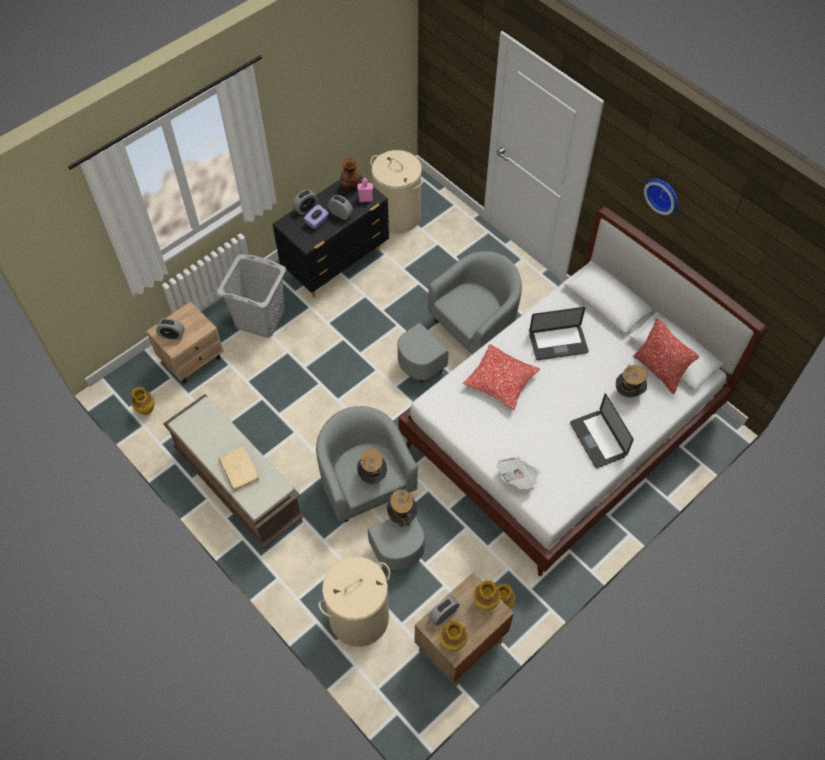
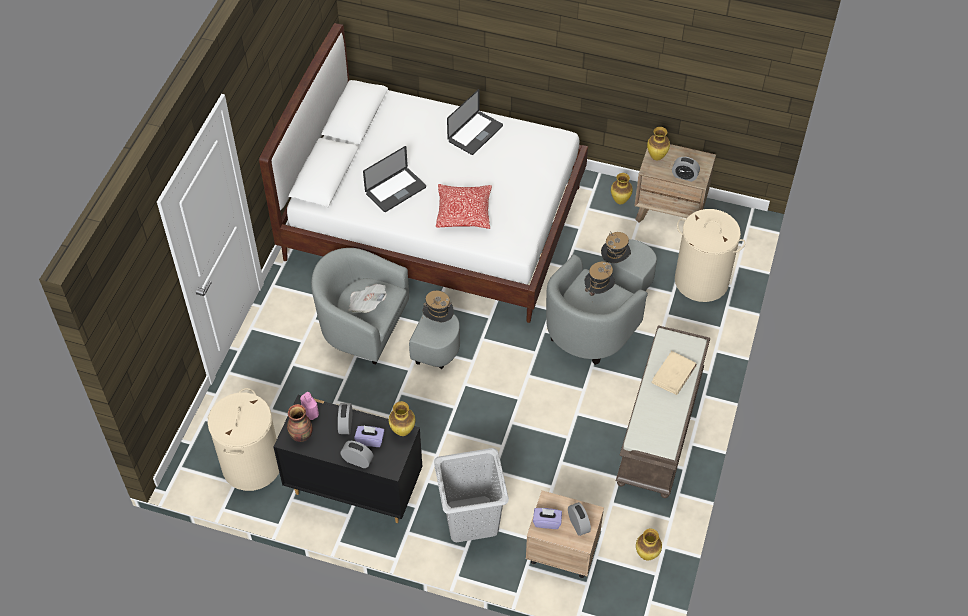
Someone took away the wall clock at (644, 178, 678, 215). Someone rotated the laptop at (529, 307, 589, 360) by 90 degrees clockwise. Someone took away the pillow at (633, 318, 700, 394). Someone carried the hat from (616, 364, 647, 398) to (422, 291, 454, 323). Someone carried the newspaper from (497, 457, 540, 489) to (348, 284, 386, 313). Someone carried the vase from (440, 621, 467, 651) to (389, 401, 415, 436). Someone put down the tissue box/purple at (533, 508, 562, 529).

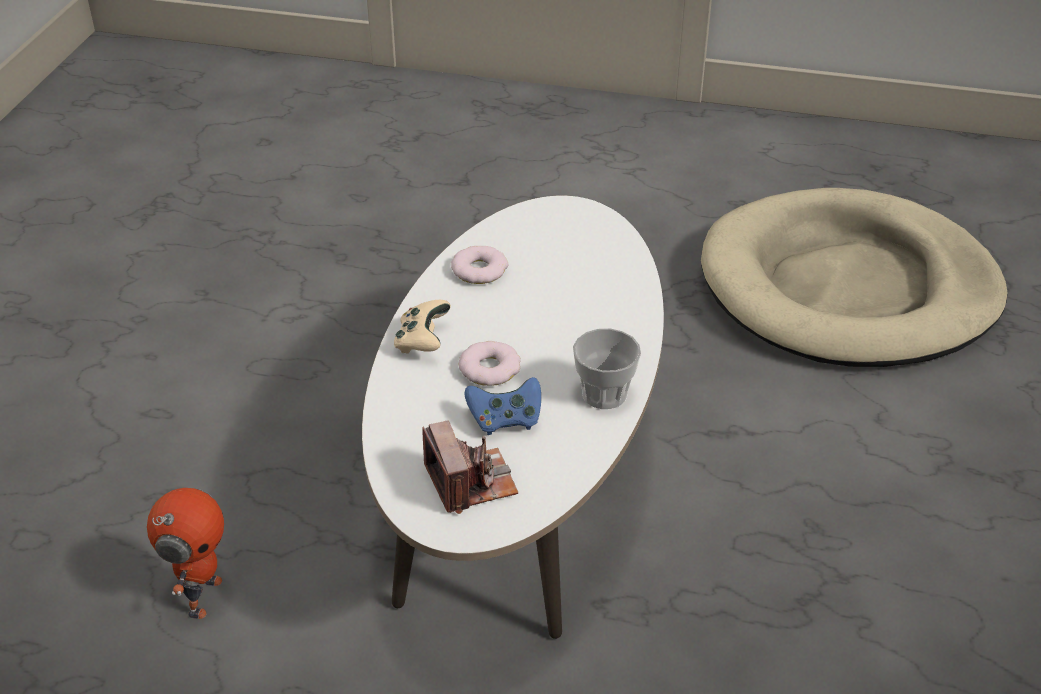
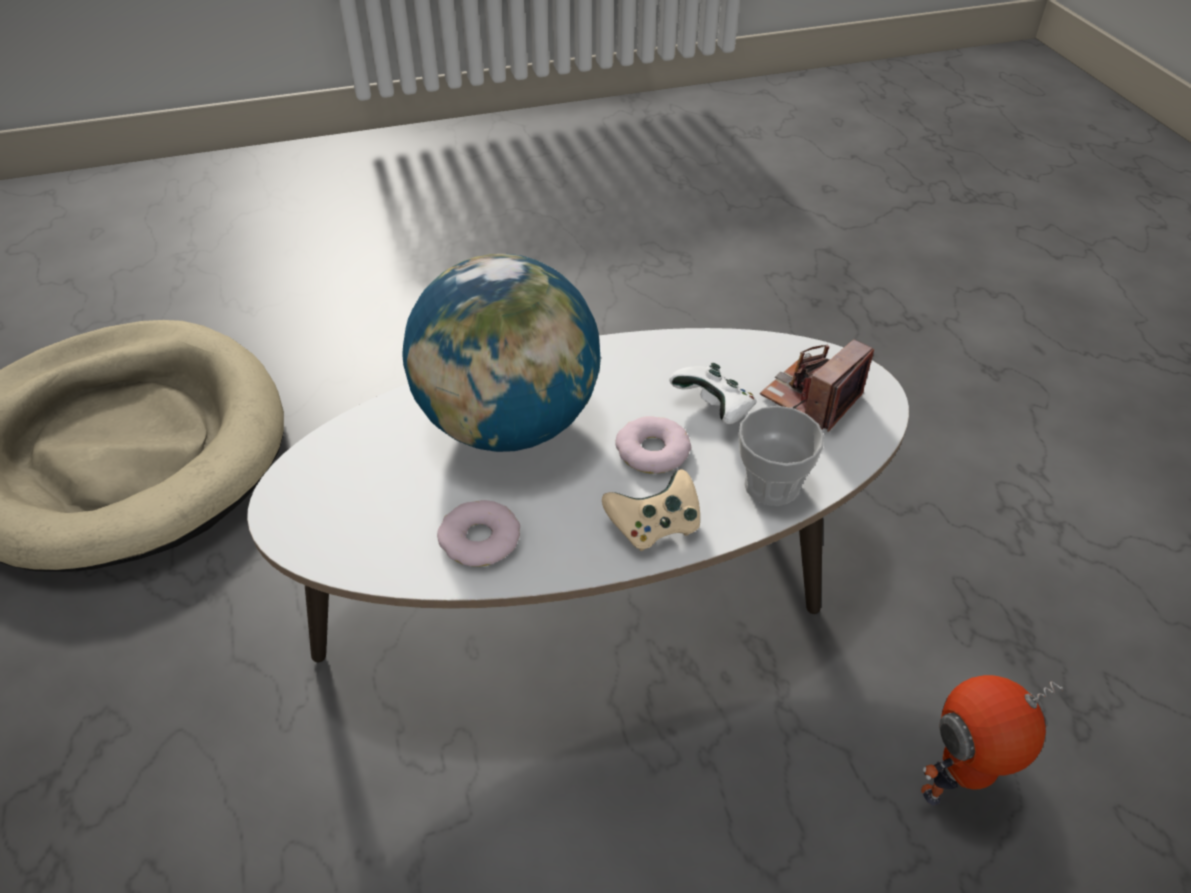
Someone carried the cup from (573, 328, 641, 409) to (739, 406, 824, 506). Someone repainted the game controller/blue at (465, 377, 541, 435), which became the game controller/white at (669, 363, 757, 424). Someone put down the globe at (402, 254, 601, 452).

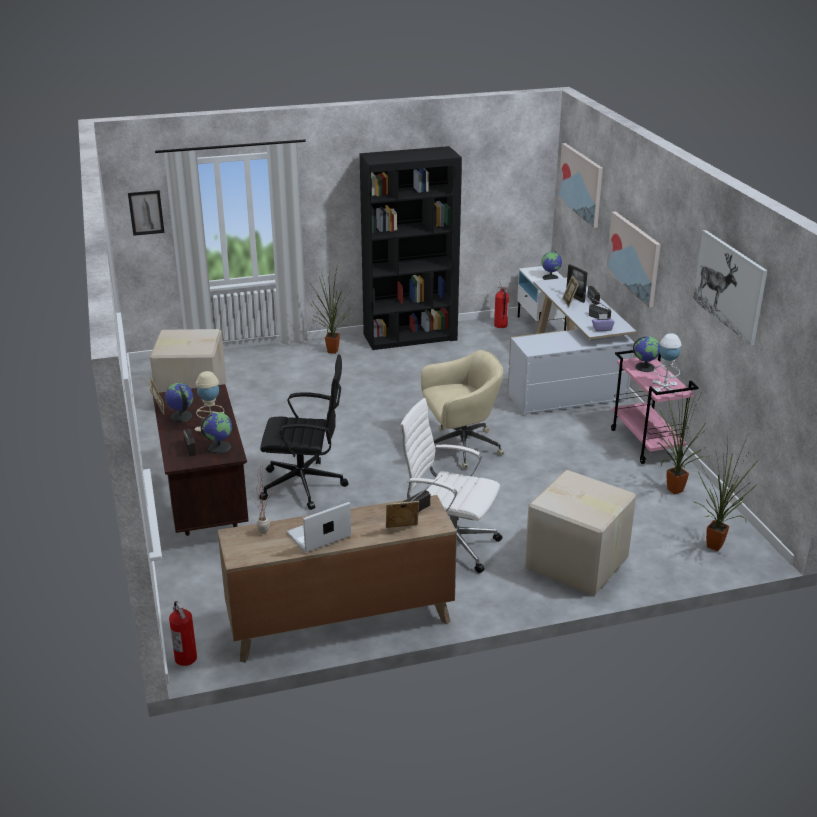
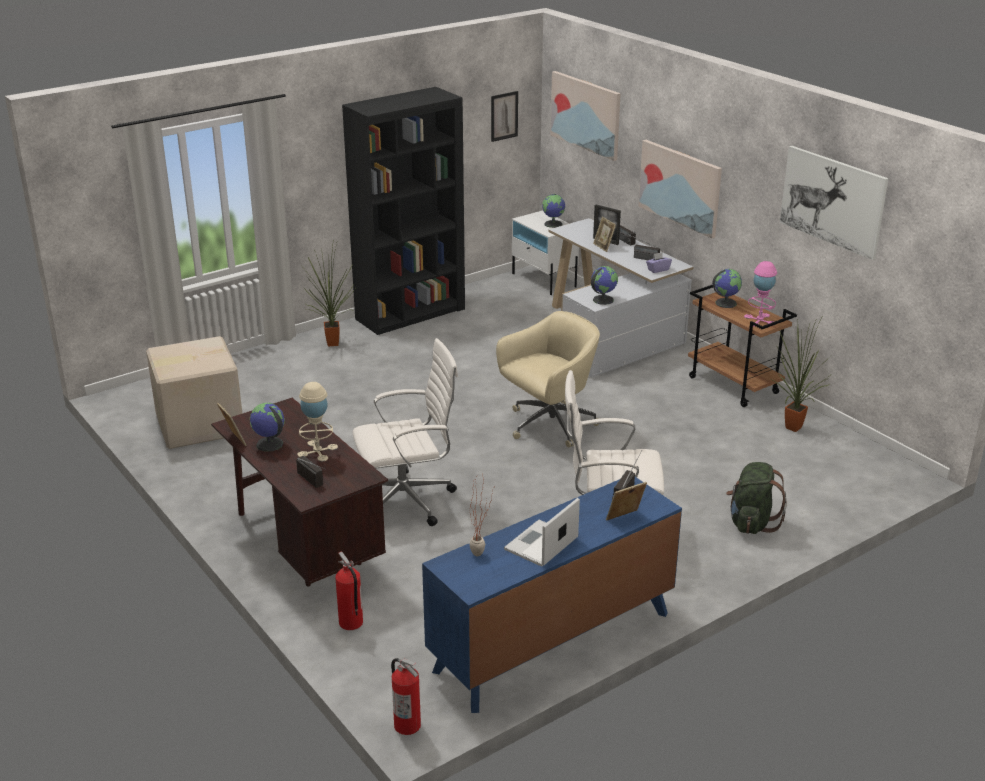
Someone carried the picture from (128, 190, 165, 236) to (491, 91, 518, 142). Someone carried the fire extinguisher from (494, 282, 509, 328) to (335, 551, 363, 630). Someone repainted the table lamp/white at (653, 333, 682, 394), which became the table lamp/pink at (744, 261, 777, 327). Someone repainted the cart/pink at (611, 350, 699, 464), which became the cart/brown at (688, 285, 797, 407). Someone repainted the office chair/black at (259, 354, 349, 510), which became the office chair/white at (352, 338, 458, 526). Someone carried the globe from (201, 412, 232, 454) to (591, 266, 618, 305). Someone took away the potted plant at (693, 434, 759, 551). Someone swapped the cardboard box at (525, 470, 636, 596) for the backpack/green at (726, 462, 786, 534). Someone repainted the dresser/brown at (218, 495, 457, 663), which became the dresser/blue at (422, 477, 682, 713).

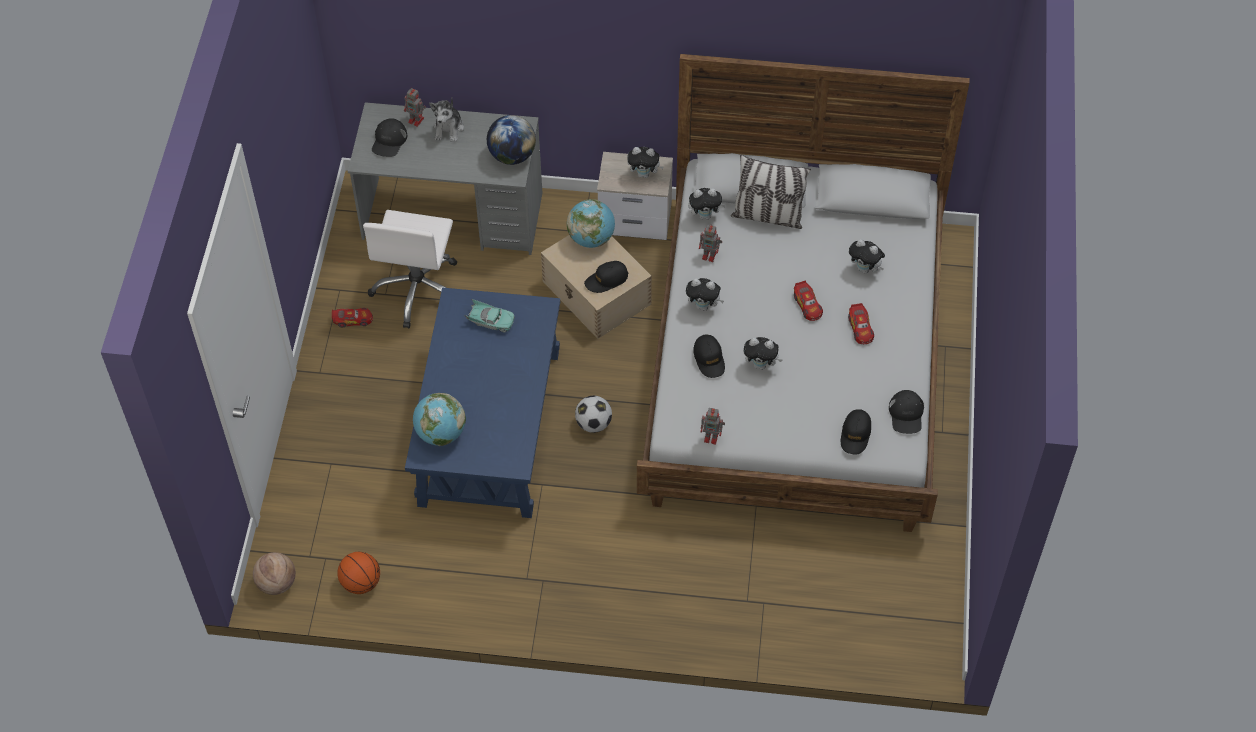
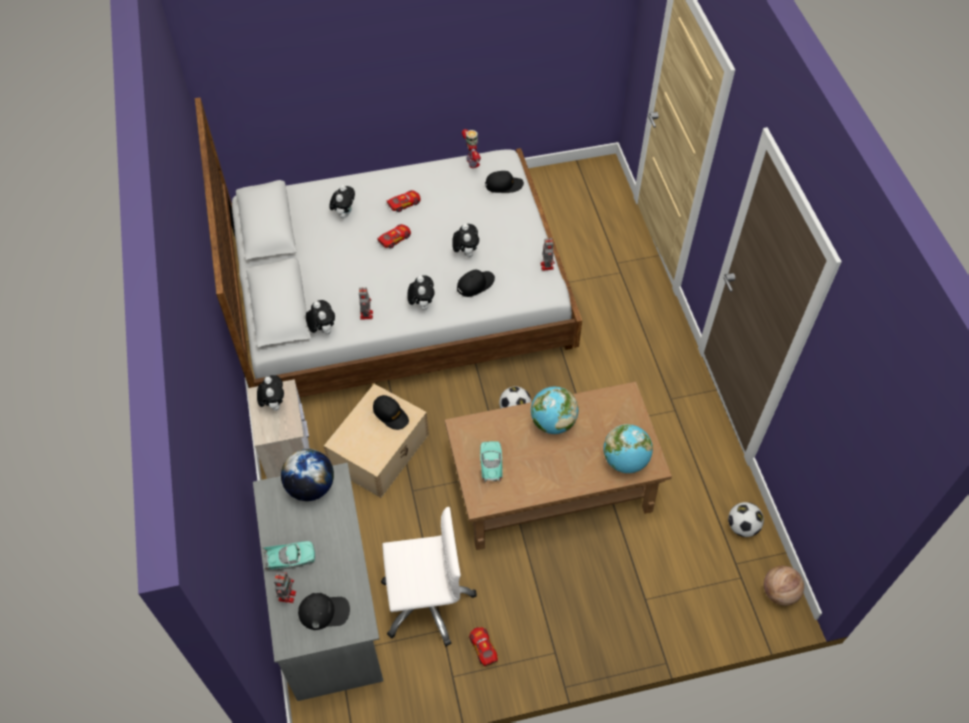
Someone swapped the plush toy at (429, 97, 464, 142) for the toy car/turquoise at (263, 541, 315, 570). Someone took away the pillow at (731, 155, 811, 229). Someone carried the globe from (567, 199, 615, 248) to (531, 386, 578, 434). Someone repainted the coffee table/blue at (405, 287, 560, 518), which became the coffee table/brown at (445, 382, 672, 550). Someone swapped the cap/black at (889, 390, 924, 434) for the toy robot at (462, 129, 481, 168). Someone swapped the basketball at (337, 552, 380, 594) for the football at (728, 502, 764, 537).

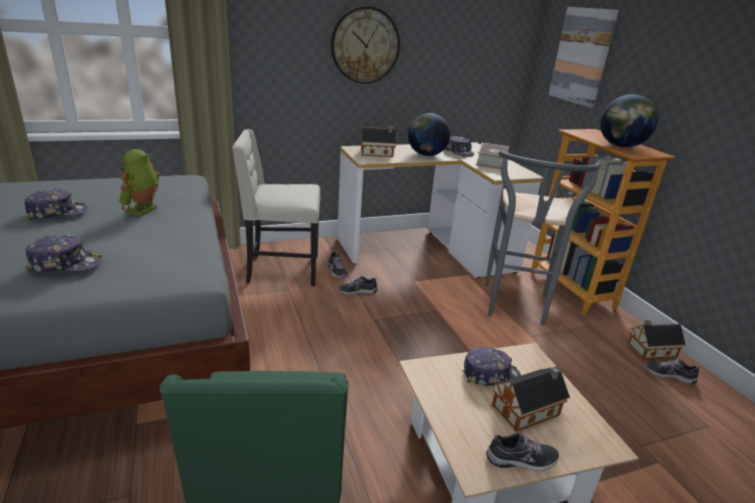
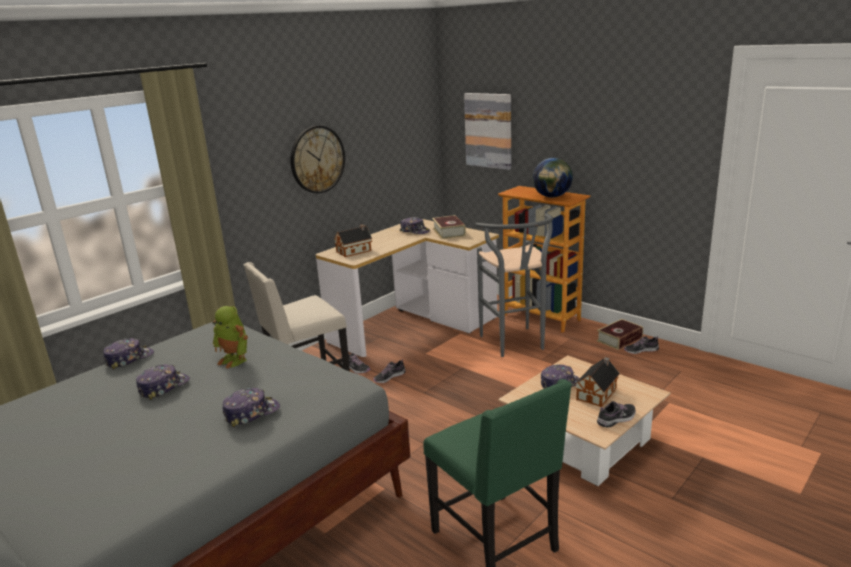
Someone took away the globe at (408, 113, 450, 156). Someone rotated the toy robot at (119, 149, 159, 216) by 45 degrees counterclockwise. Someone swapped the toy house at (628, 320, 686, 359) for the book at (597, 319, 643, 350). Someone put down the cap at (103, 338, 154, 370).

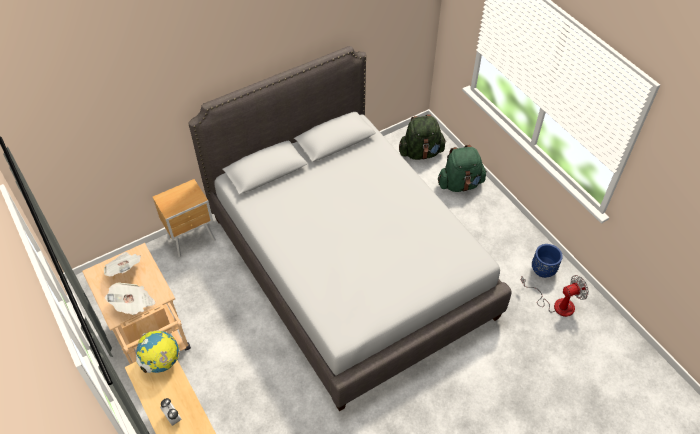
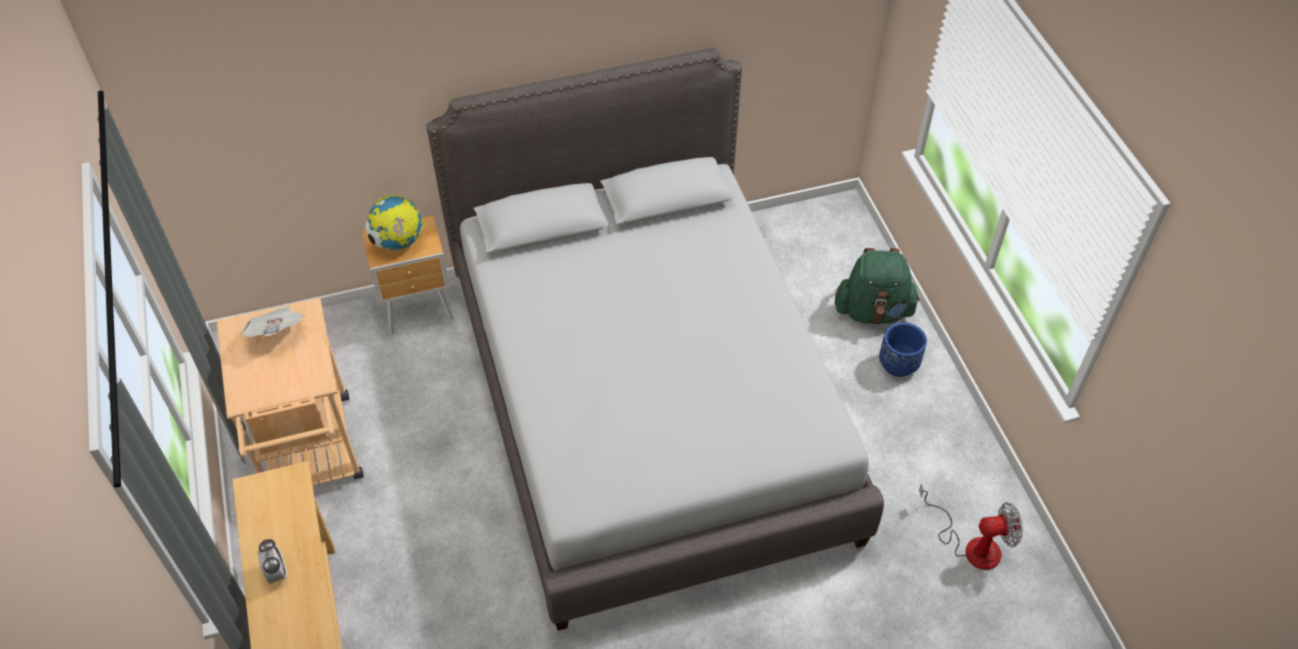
Someone took away the backpack/green at (399, 114, 446, 160). Someone carried the planter/blue from (532, 244, 563, 278) to (879, 322, 927, 377). Someone took away the newspaper at (105, 282, 156, 315). Someone carried the globe from (136, 331, 179, 373) to (365, 195, 423, 250).

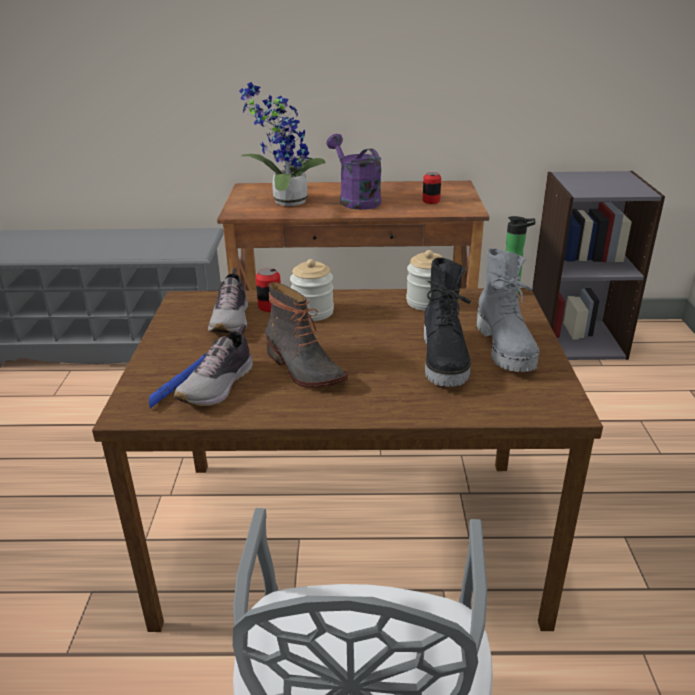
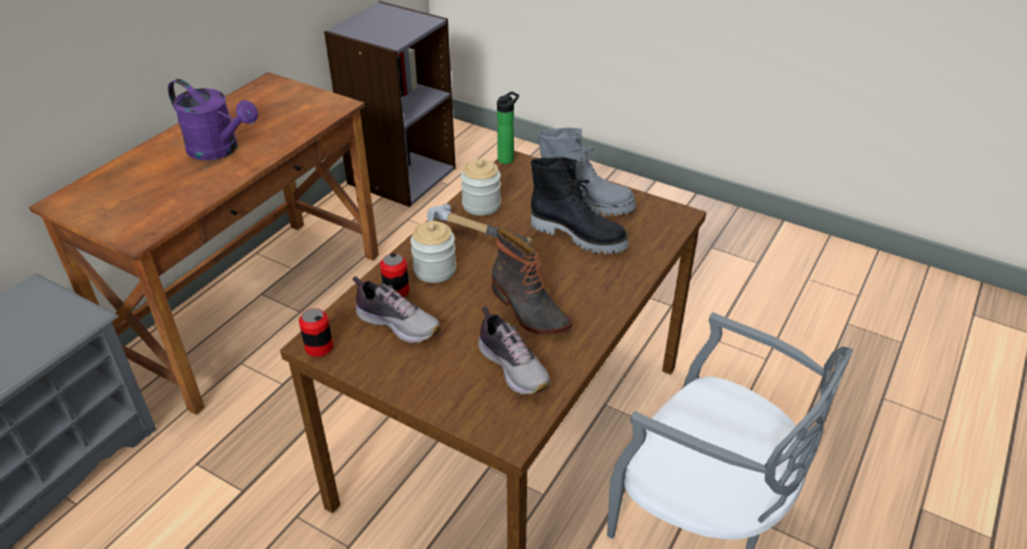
Someone took away the potted plant at (239, 82, 326, 206). Someone rotated the watering can/purple at (327, 134, 381, 210) by 150 degrees counterclockwise. Someone carried the can from (423, 172, 441, 204) to (299, 308, 333, 357). Someone rotated the boot at (265, 282, 348, 388) by 60 degrees clockwise. Someone took away the flashlight/blue at (149, 353, 207, 408). Someone put down the hammer at (427, 204, 533, 246).

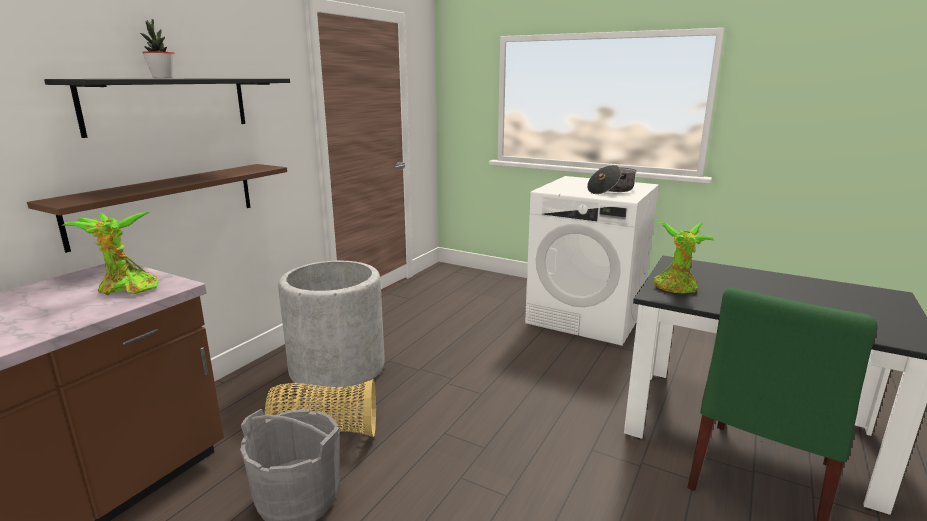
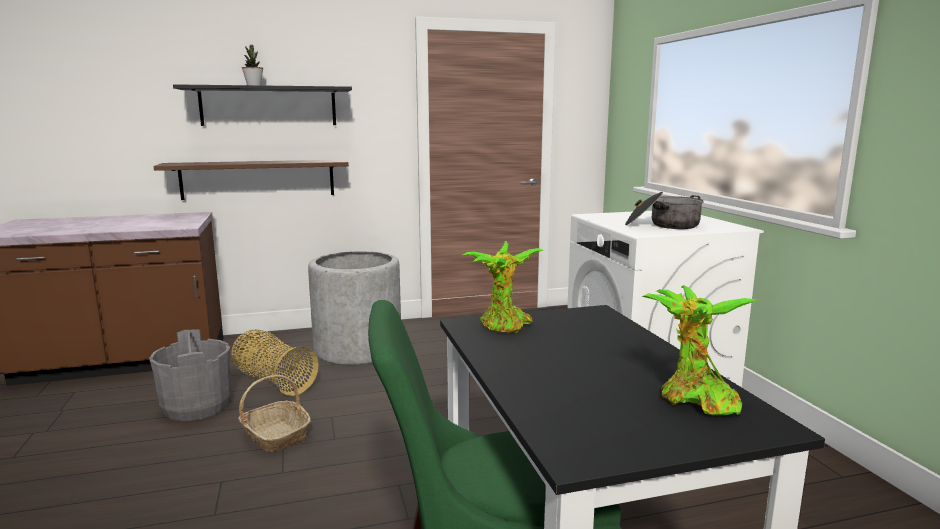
Someone carried the potted plant from (61, 212, 158, 296) to (641, 285, 758, 415). Someone put down the basket at (238, 375, 311, 453).

